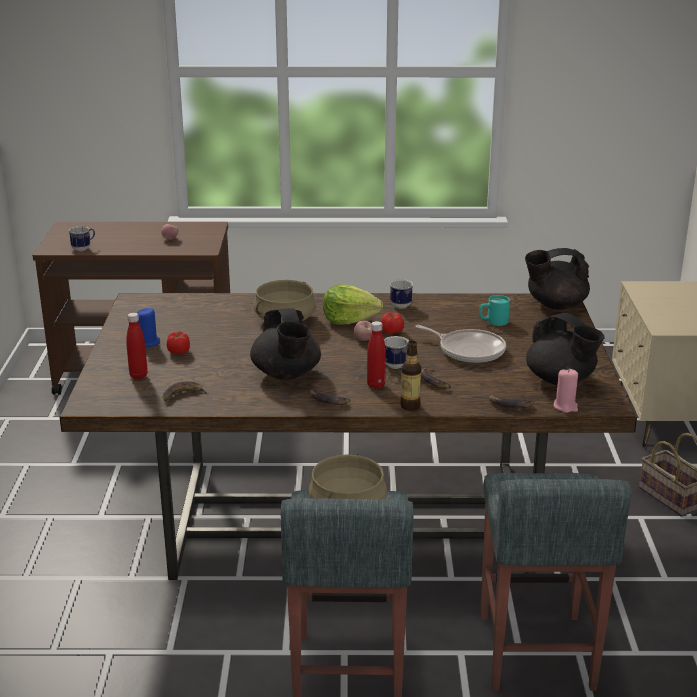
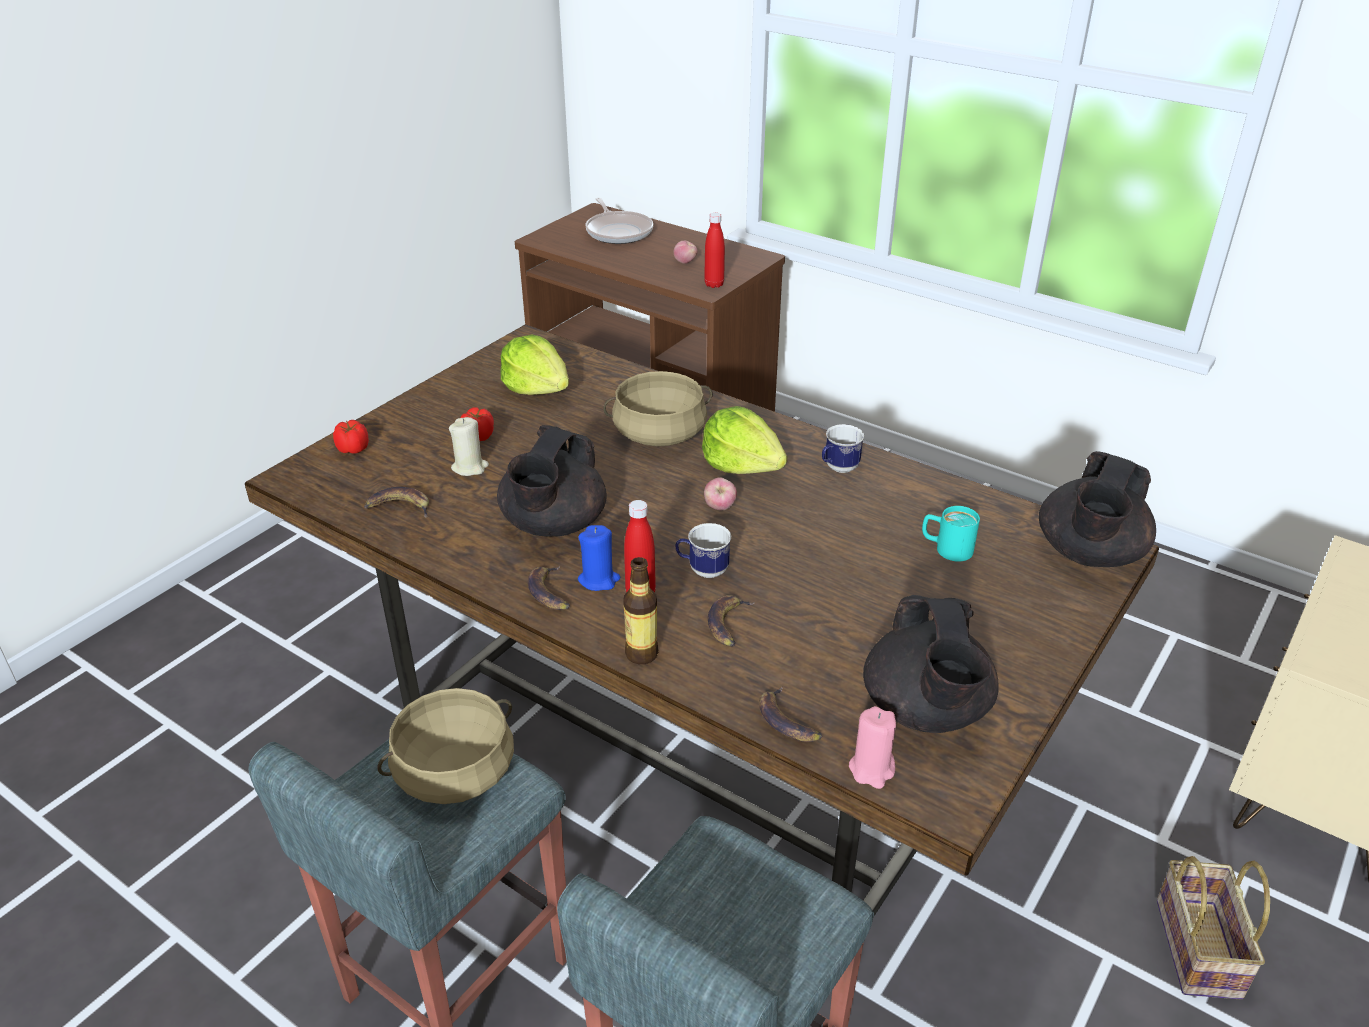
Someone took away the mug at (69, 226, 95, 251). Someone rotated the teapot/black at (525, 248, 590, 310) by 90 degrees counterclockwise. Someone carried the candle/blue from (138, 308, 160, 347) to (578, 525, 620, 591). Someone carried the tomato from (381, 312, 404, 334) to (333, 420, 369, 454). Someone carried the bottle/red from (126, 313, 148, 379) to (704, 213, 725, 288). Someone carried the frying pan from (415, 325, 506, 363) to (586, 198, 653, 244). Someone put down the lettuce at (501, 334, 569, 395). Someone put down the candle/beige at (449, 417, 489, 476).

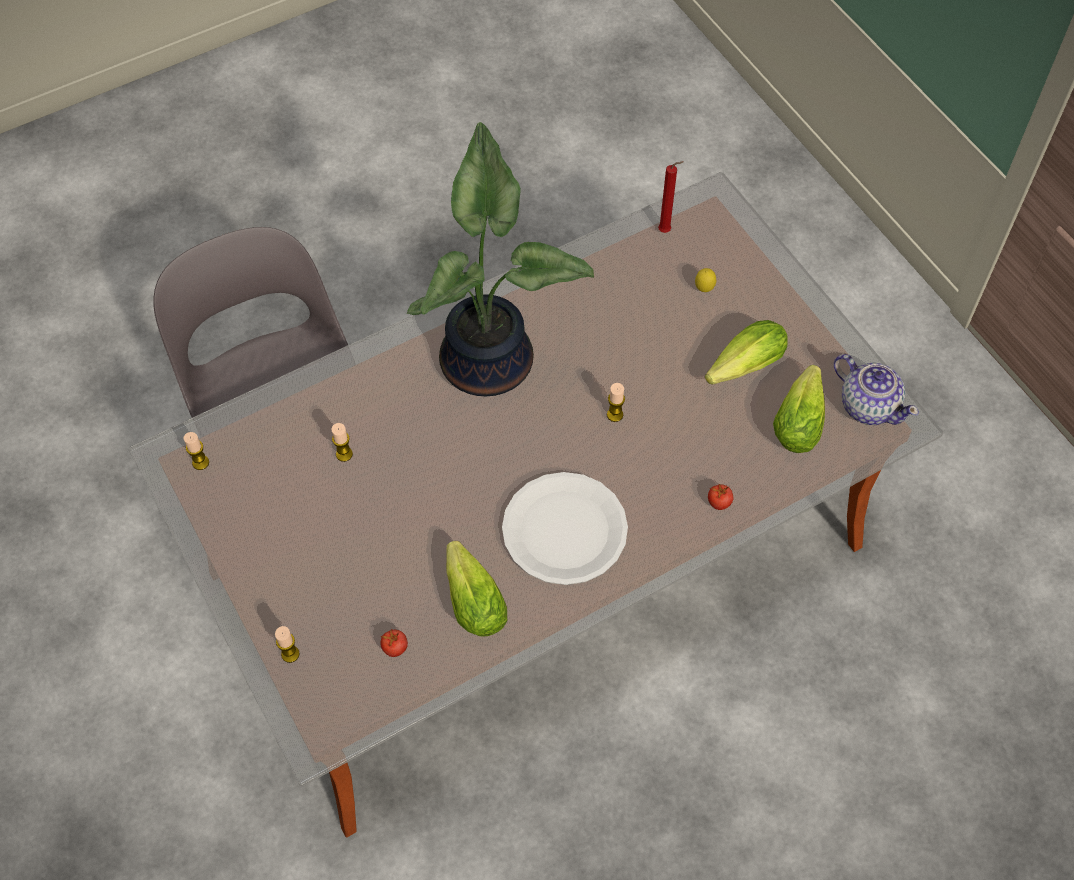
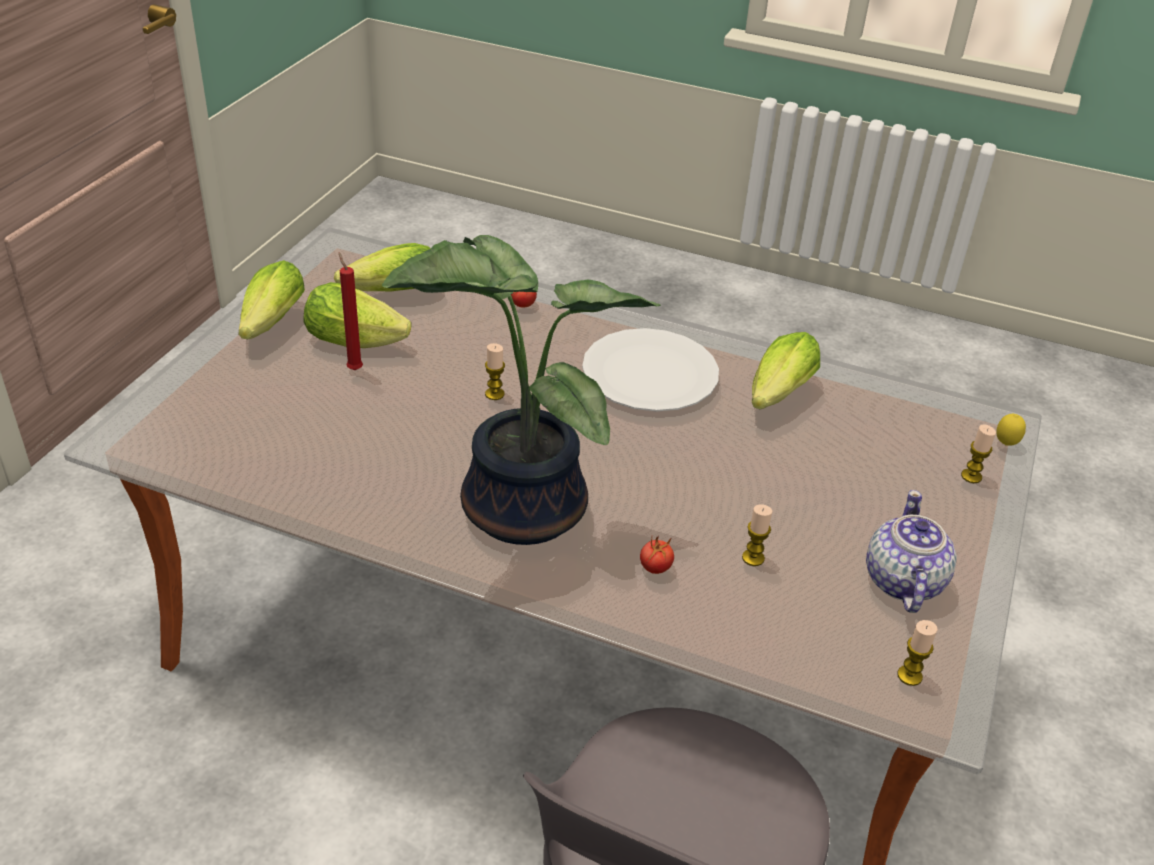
Someone carried the candle/red from (658, 161, 684, 233) to (338, 252, 363, 370). Someone carried the lemon from (695, 268, 716, 292) to (996, 414, 1026, 446). Someone carried the teapot from (834, 354, 919, 425) to (866, 490, 957, 613). Someone carried the tomato from (380, 629, 408, 657) to (640, 535, 674, 574). Someone put down the lettuce at (238, 260, 305, 339).

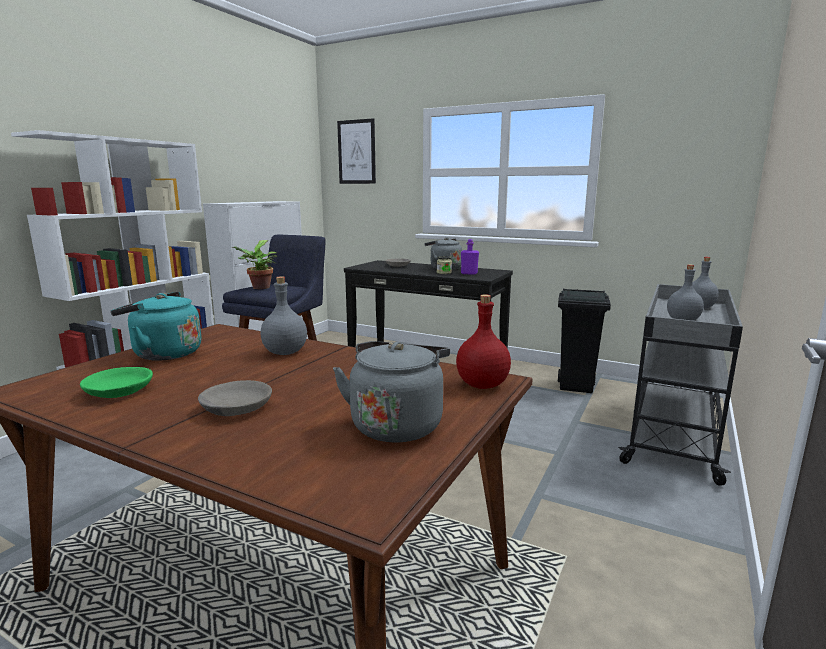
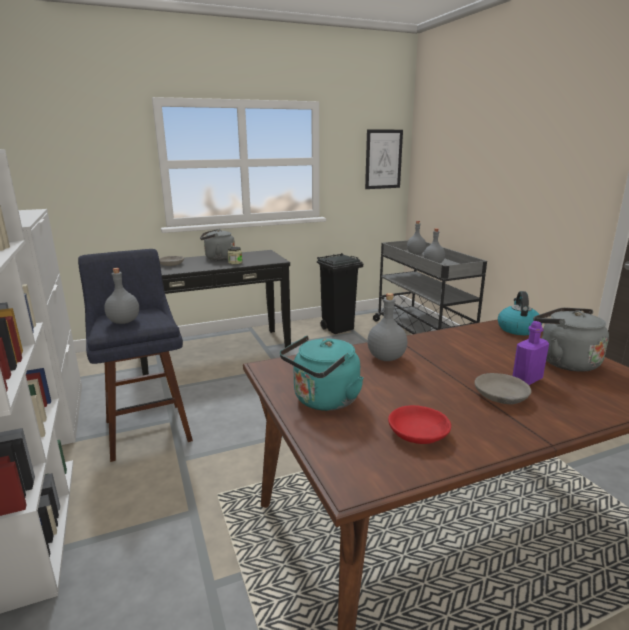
Someone carried the picture from (337, 118, 376, 184) to (365, 130, 403, 189). Someone carried the bottle/purple from (461, 239, 479, 275) to (513, 321, 549, 385). Someone swapped the potted plant at (232, 240, 277, 289) for the bottle/grey at (104, 268, 139, 324). Someone swapped the bottle/red at (456, 294, 511, 389) for the kettle at (498, 291, 542, 335). Someone repainted the bowl/green at (80, 367, 153, 398), which became the bowl/red at (388, 405, 451, 444).

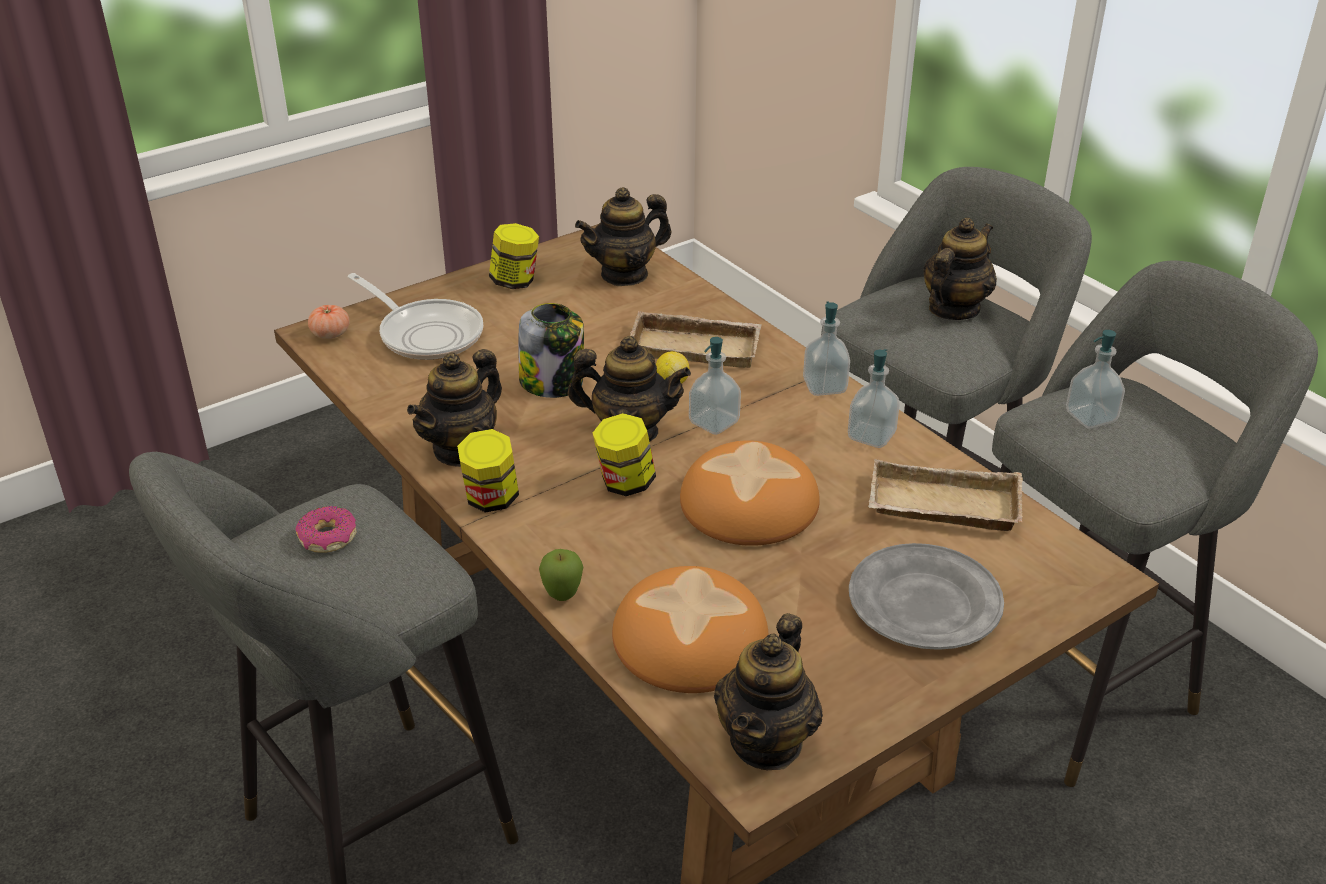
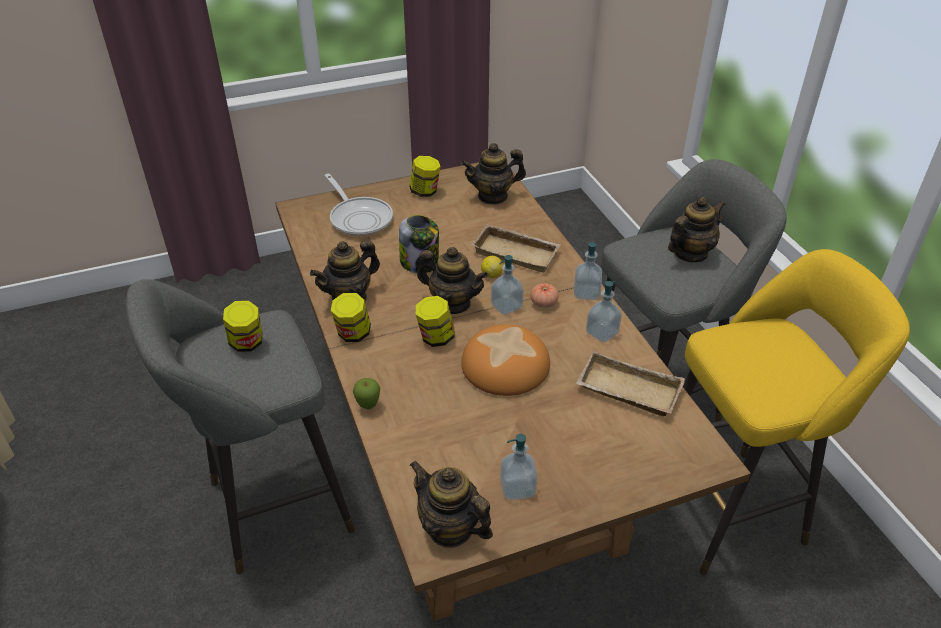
Someone repainted the stool/grey at (992, 261, 1318, 787), which became the stool/yellow at (683, 249, 910, 575). Someone carried the tomato from (308, 305, 350, 339) to (530, 283, 559, 308). Someone carried the soap dispenser from (1066, 330, 1125, 428) to (500, 434, 537, 500). Someone swapped the donut at (296, 506, 357, 553) for the jar at (223, 301, 262, 352). Someone took away the plate/grey at (849, 543, 1004, 650). Someone took away the bread at (612, 566, 768, 693). Someone rotated the teapot at (714, 613, 823, 770) by 90 degrees clockwise.

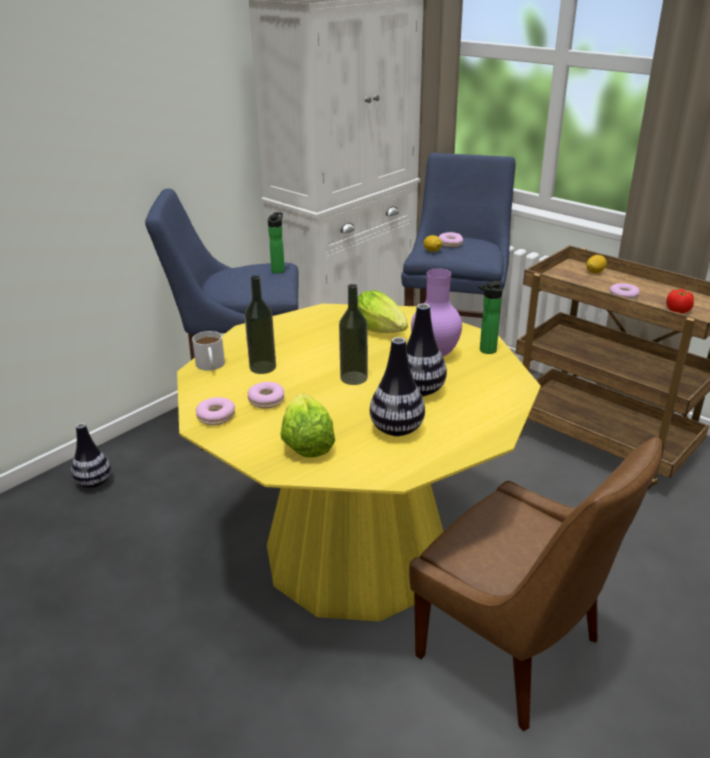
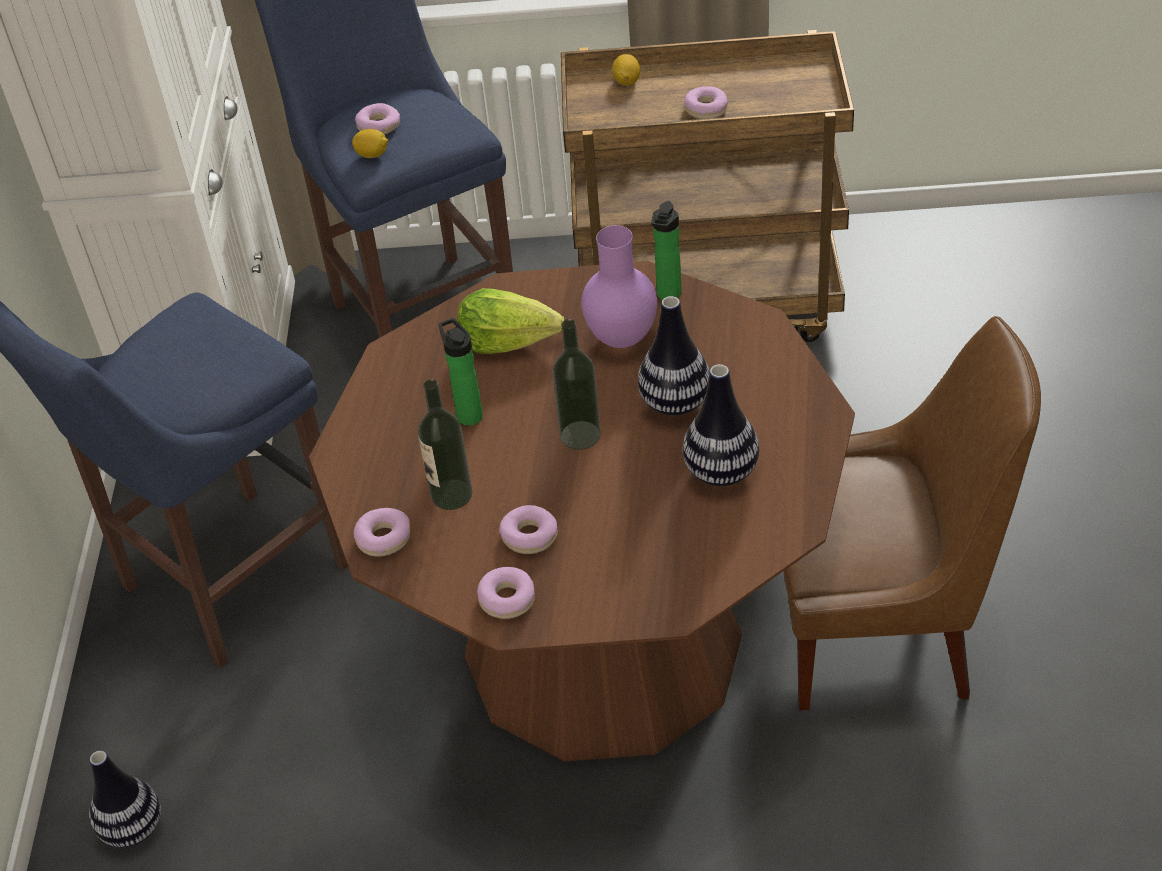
Someone carried the bottle from (268, 212, 285, 273) to (439, 318, 483, 426). Someone took away the tomato at (666, 289, 694, 314). Someone repainted the dining table/yellow at (177, 304, 541, 621), which became the dining table/brown at (309, 261, 855, 761). Someone swapped the mug/white at (192, 331, 225, 371) for the donut at (353, 508, 410, 557). Someone took away the lettuce at (280, 394, 335, 458).

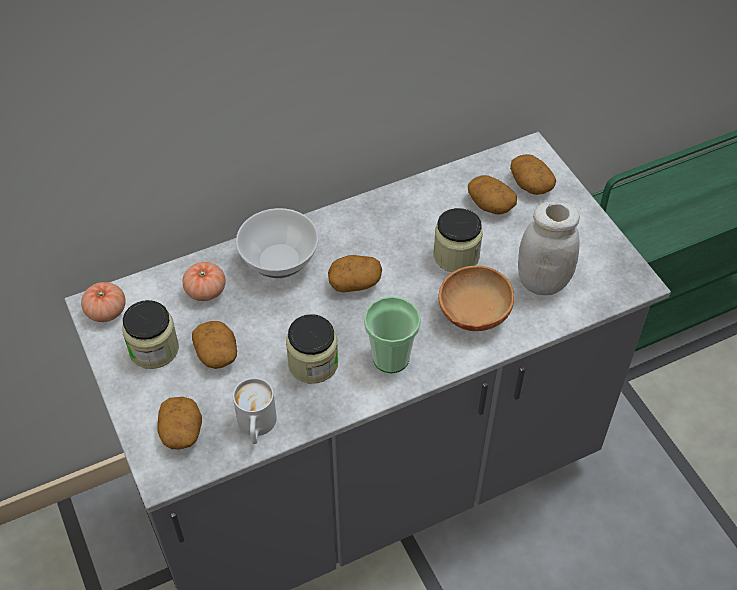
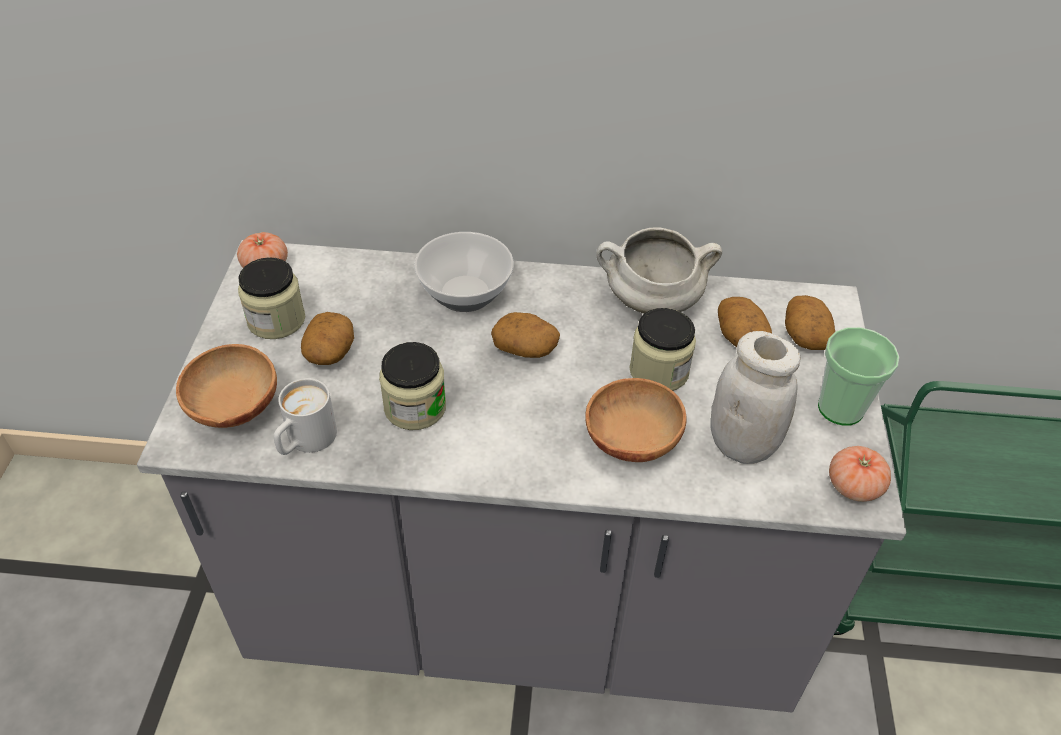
Someone carried the tomato from (182, 262, 226, 301) to (829, 446, 891, 502). Someone carried the cup from (364, 296, 421, 373) to (818, 327, 899, 426). Someone swapped the potato at (158, 397, 202, 449) for the bowl/brown at (176, 344, 277, 428). Someone put down the cooking pot/white at (596, 228, 722, 314).

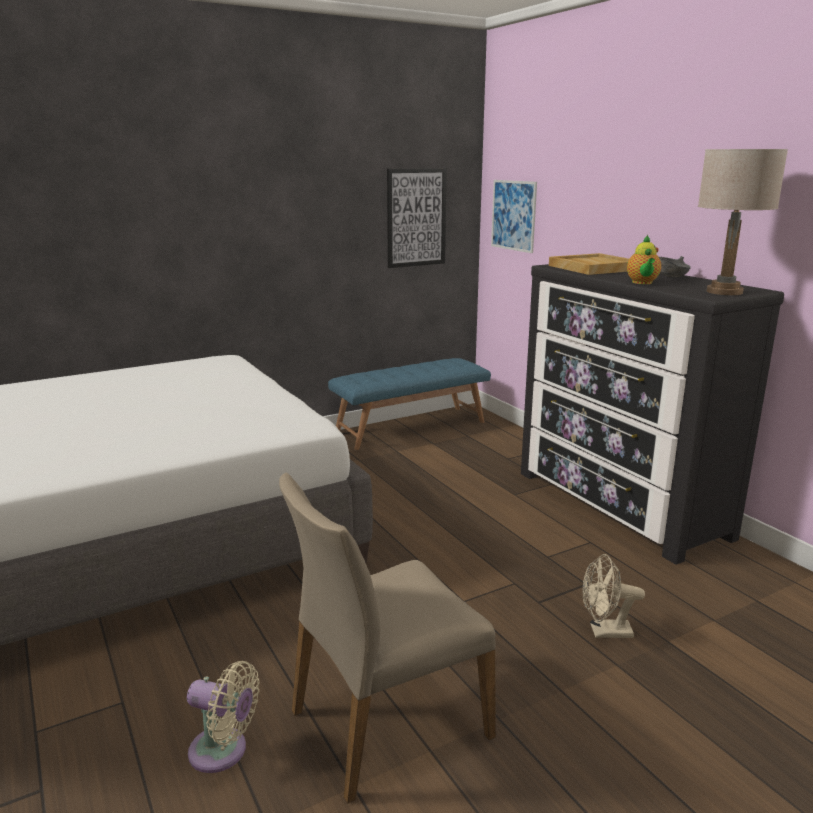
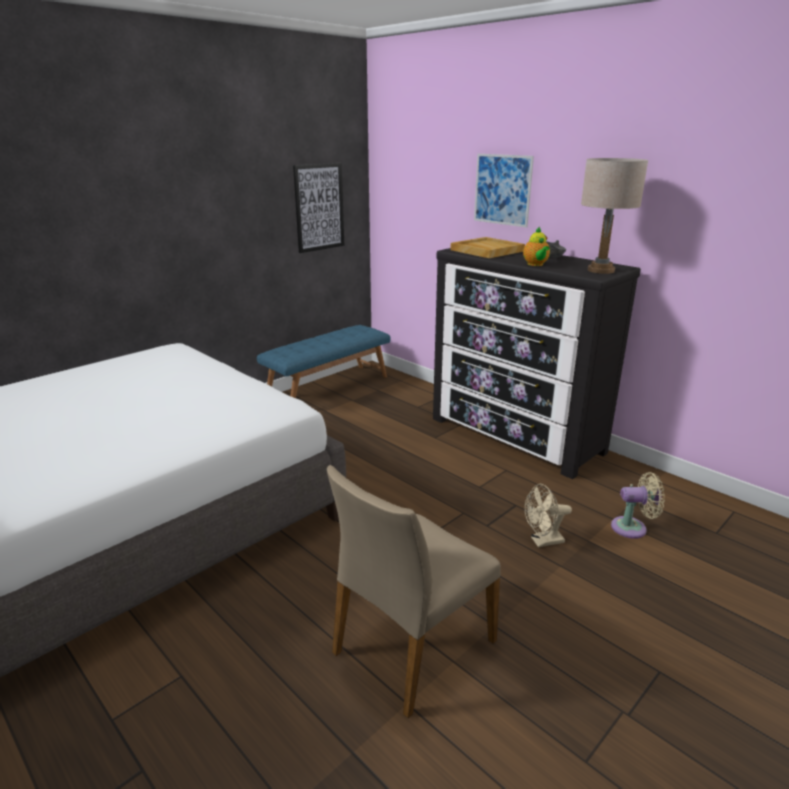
Someone carried the picture from (491, 180, 537, 253) to (474, 154, 534, 228). Someone carried the fan/beige from (187, 661, 259, 773) to (611, 472, 665, 539).

